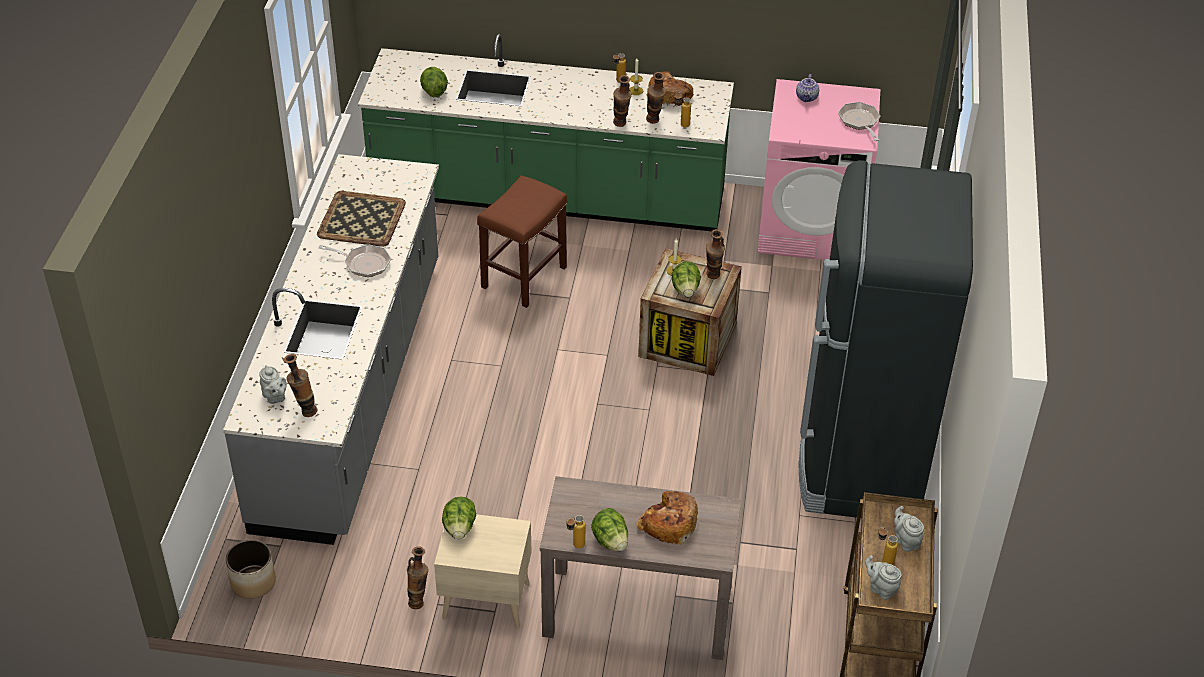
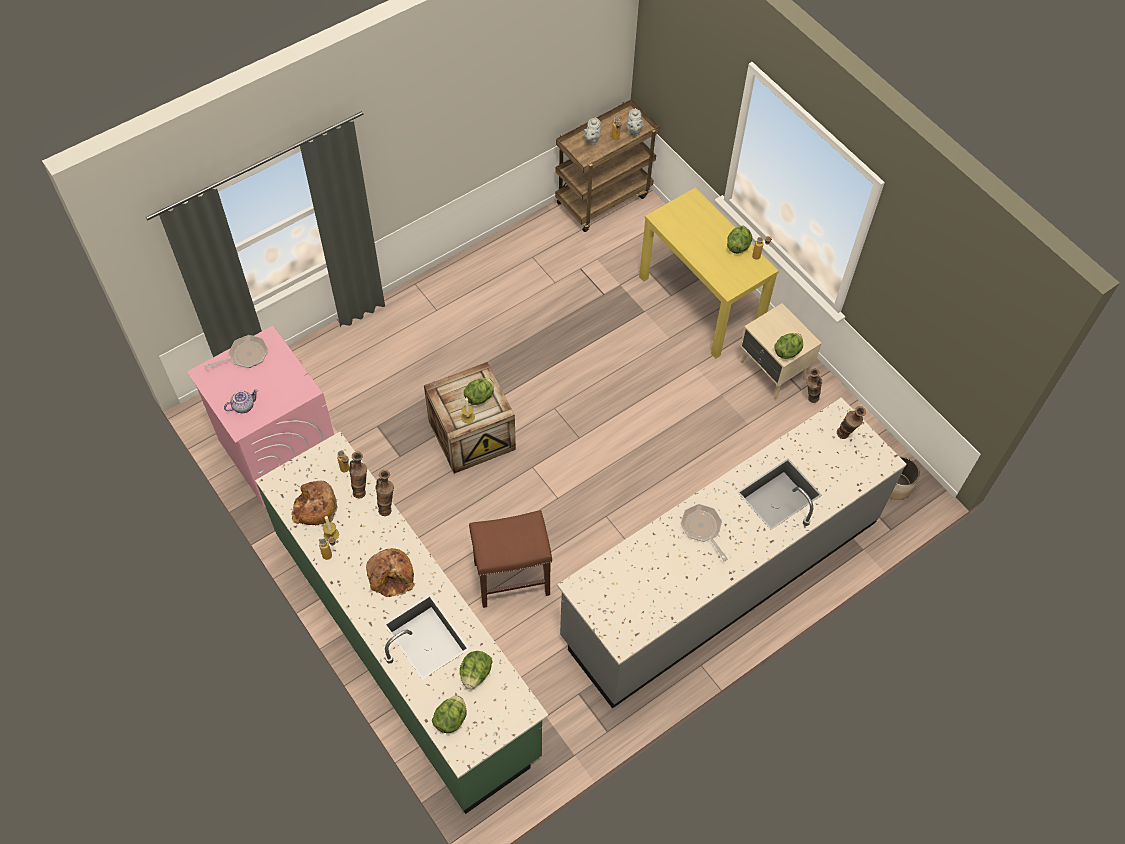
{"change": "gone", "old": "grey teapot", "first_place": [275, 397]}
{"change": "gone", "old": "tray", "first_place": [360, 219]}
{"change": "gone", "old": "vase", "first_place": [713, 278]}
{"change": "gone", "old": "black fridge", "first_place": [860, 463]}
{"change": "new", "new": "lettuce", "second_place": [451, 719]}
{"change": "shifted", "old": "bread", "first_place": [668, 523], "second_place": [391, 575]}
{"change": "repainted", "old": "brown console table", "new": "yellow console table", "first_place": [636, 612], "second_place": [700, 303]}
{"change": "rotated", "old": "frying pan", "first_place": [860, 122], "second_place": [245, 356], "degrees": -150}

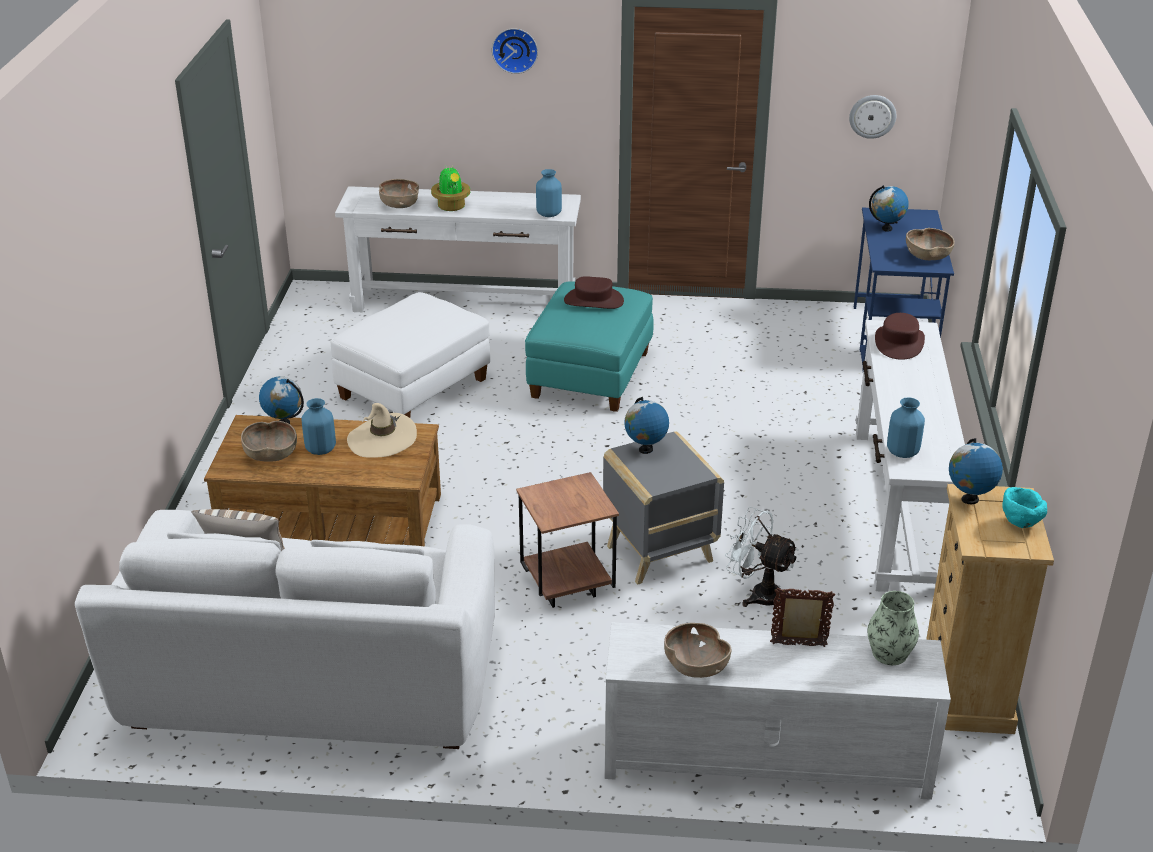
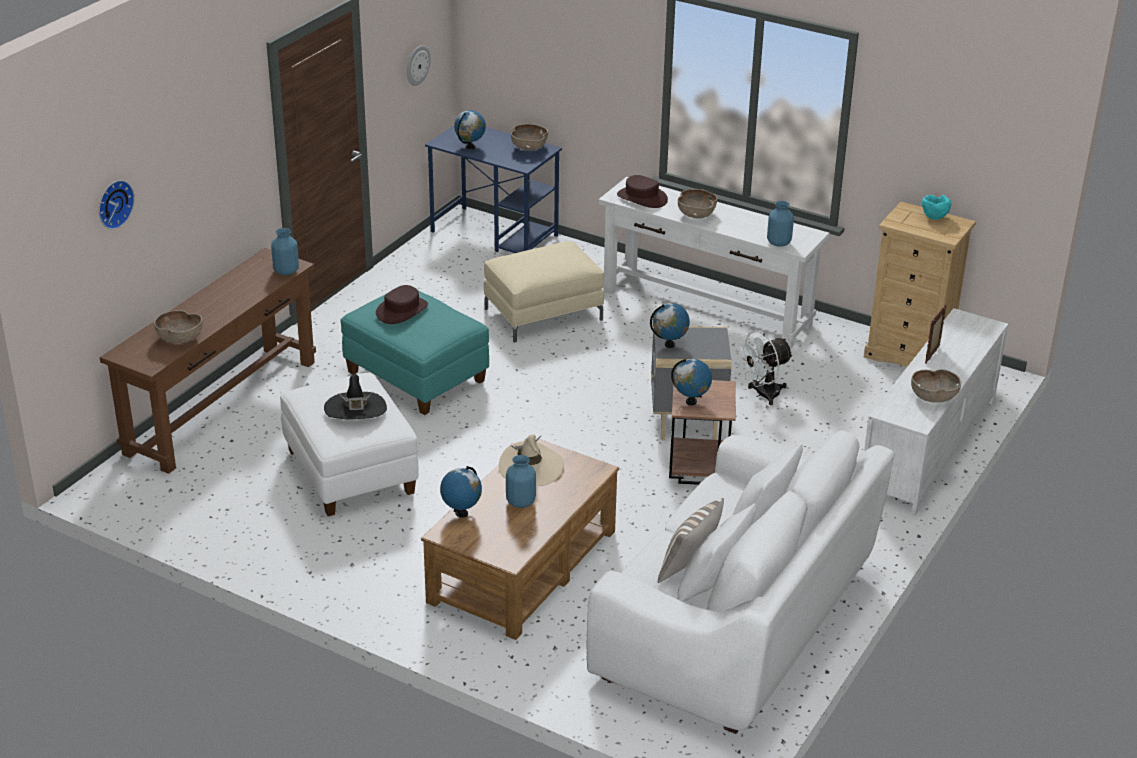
{"change": "gone", "old": "potted plant", "first_place": [451, 207]}
{"change": "gone", "old": "vase", "first_place": [889, 653]}
{"change": "new", "new": "black hat", "second_place": [355, 409]}
{"change": "new", "new": "beige ottoman", "second_place": [543, 314]}
{"change": "shifted", "old": "brown bowl", "first_place": [271, 455], "second_place": [696, 215]}
{"change": "shifted", "old": "wall clock", "first_place": [515, 49], "second_place": [113, 203]}
{"change": "shifted", "old": "globe", "first_place": [969, 500], "second_place": [691, 401]}
{"change": "repainted", "old": "white console table", "new": "brown console table", "first_place": [464, 303], "second_place": [222, 407]}

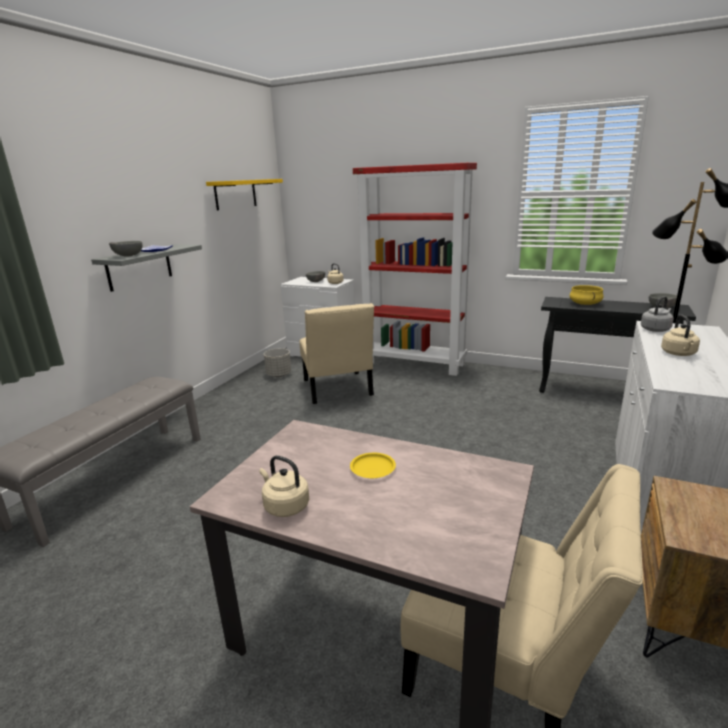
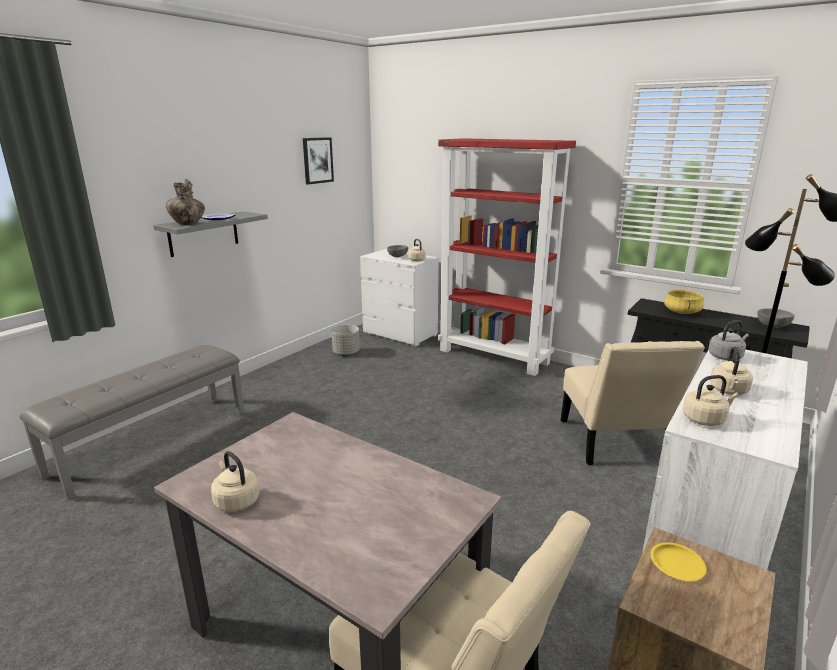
{"change": "new", "new": "beige kettle", "second_place": [705, 419]}
{"change": "shifted", "old": "beige chair", "first_place": [337, 389], "second_place": [614, 444]}
{"change": "shifted", "old": "yellow plate", "first_place": [372, 468], "second_place": [677, 564]}
{"change": "swapped", "old": "grey bowl", "new": "vase", "first_place": [128, 256], "second_place": [187, 224]}
{"change": "swapped", "old": "yellow shelf", "new": "picture", "first_place": [235, 194], "second_place": [317, 160]}

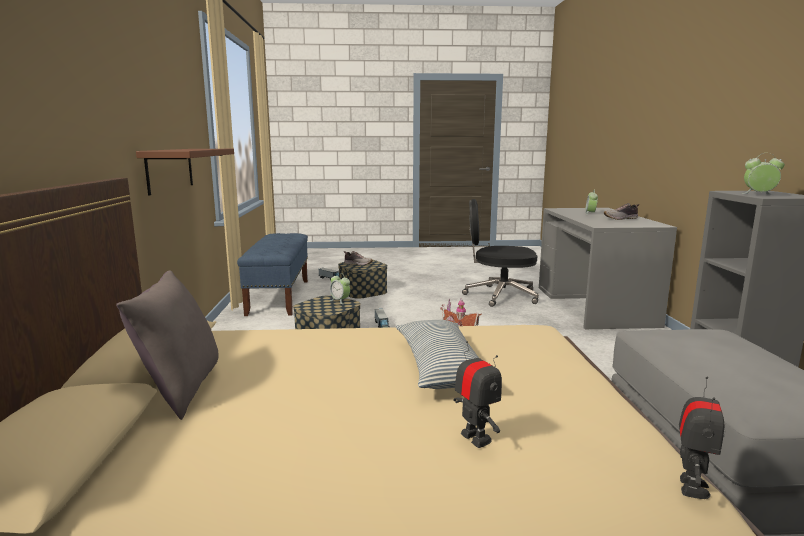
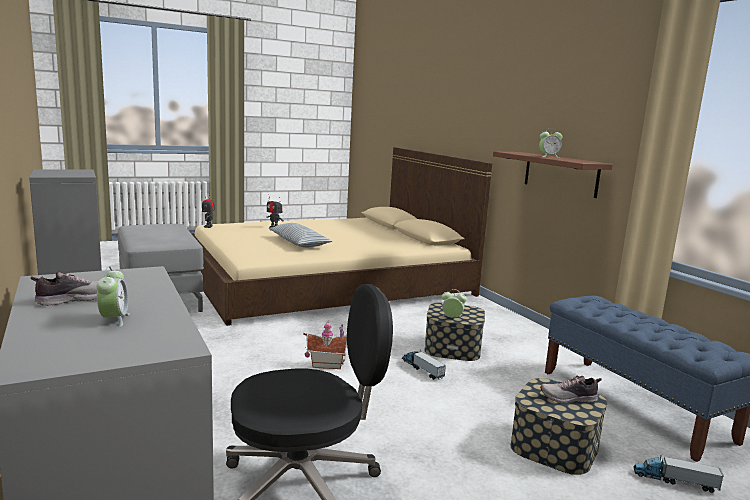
{"change": "gone", "old": "grey pillow", "first_place": [180, 391]}
{"change": "shifted", "old": "alarm clock", "first_place": [759, 194], "second_place": [548, 157]}

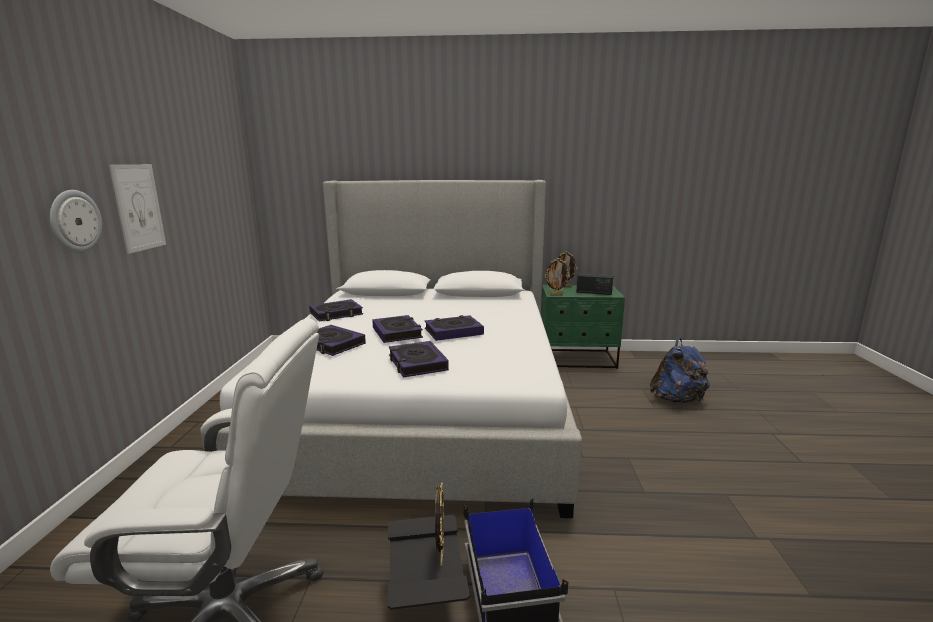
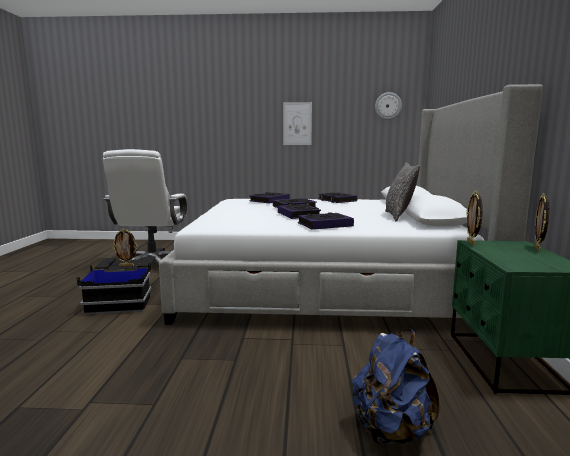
{"change": "gone", "old": "radio", "first_place": [594, 293]}
{"change": "new", "new": "pillow", "second_place": [399, 216]}
{"change": "shifted", "old": "wall clock", "first_place": [75, 221], "second_place": [388, 106]}
{"change": "shifted", "old": "book", "first_place": [417, 363], "second_place": [325, 225]}

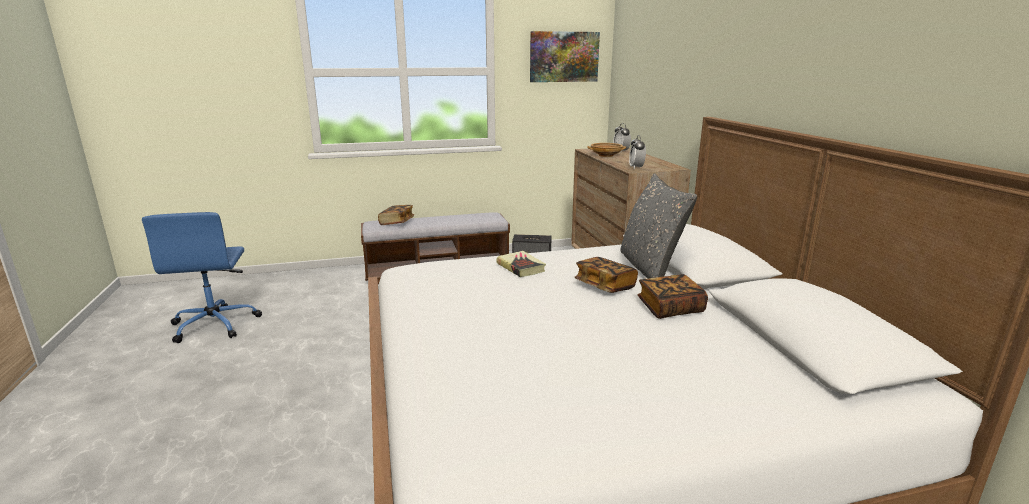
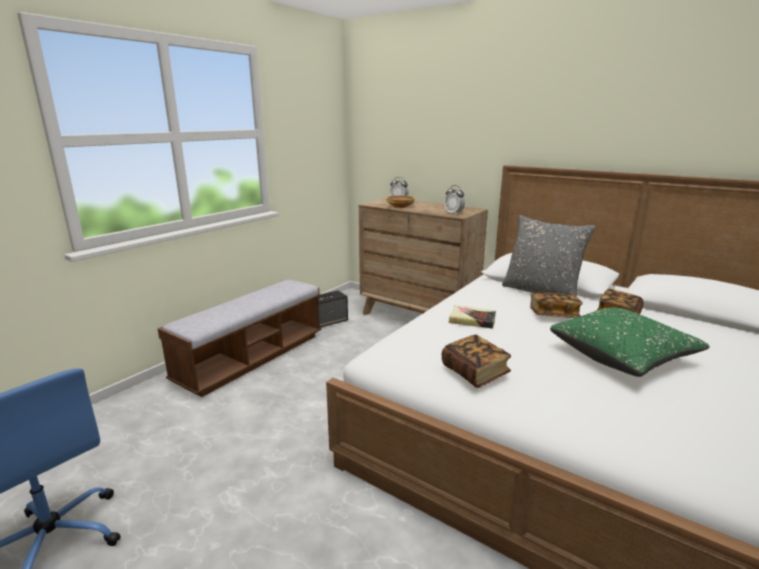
{"change": "gone", "old": "picture", "first_place": [564, 57]}
{"change": "new", "new": "green pillow", "second_place": [622, 356]}
{"change": "shifted", "old": "book", "first_place": [397, 222], "second_place": [475, 372]}

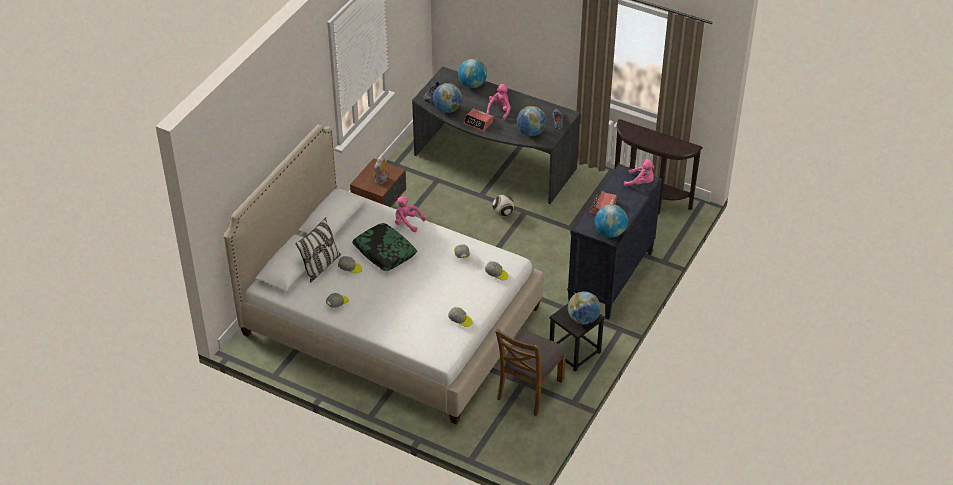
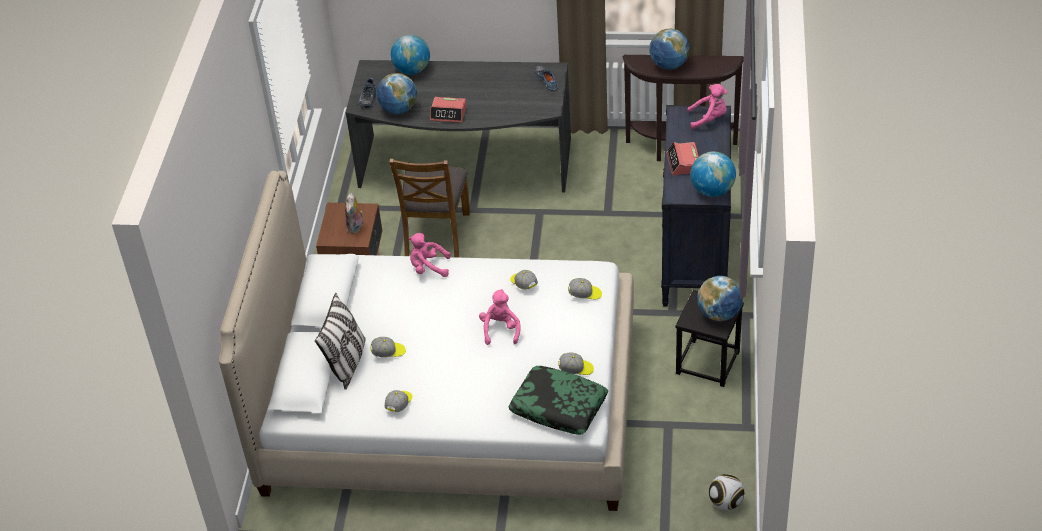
{"change": "shifted", "old": "pillow", "first_place": [384, 252], "second_place": [558, 407]}
{"change": "shifted", "old": "pink plush toy", "first_place": [499, 110], "second_place": [500, 330]}
{"change": "shifted", "old": "football", "first_place": [503, 213], "second_place": [725, 503]}
{"change": "shifted", "old": "brown chair", "first_place": [529, 389], "second_place": [436, 233]}
{"change": "shifted", "old": "globe", "first_place": [531, 132], "second_place": [669, 65]}

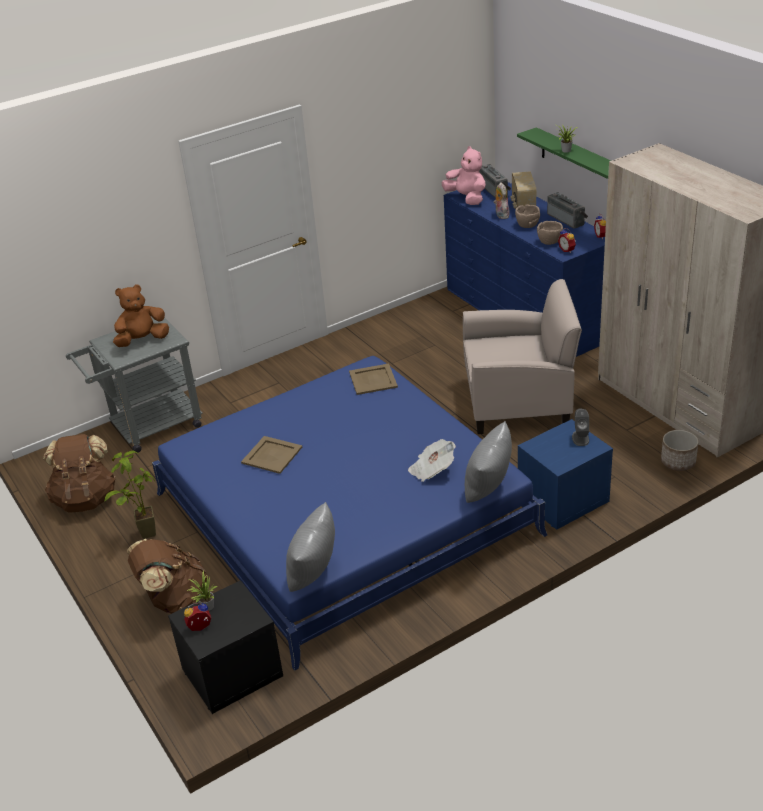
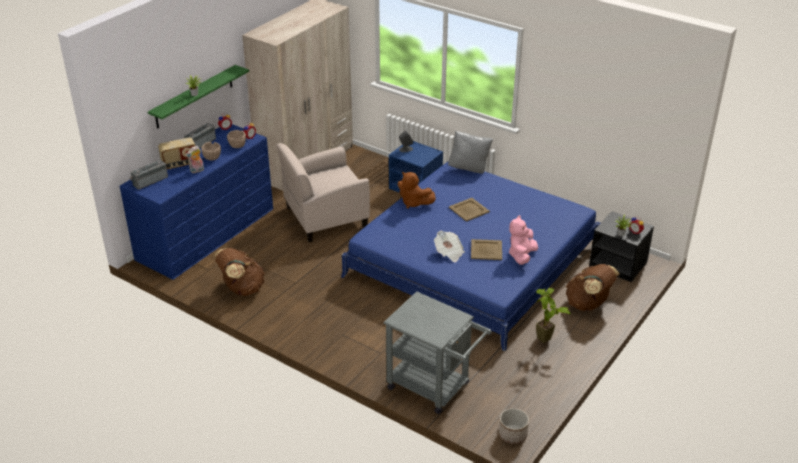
{"change": "gone", "old": "grey pillow", "first_place": [315, 577]}
{"change": "shifted", "old": "brown backpack", "first_place": [85, 499], "second_place": [241, 289]}
{"change": "shifted", "old": "brown plush toy", "first_place": [142, 340], "second_place": [413, 203]}
{"change": "shifted", "old": "beige tray", "first_place": [373, 379], "second_place": [469, 209]}
{"change": "shifted", "old": "newspaper", "first_place": [432, 470], "second_place": [449, 253]}
{"change": "shifted", "old": "pink plush toy", "first_place": [467, 198], "second_place": [522, 256]}
{"change": "shifted", "old": "planter", "first_place": [678, 461], "second_place": [512, 435]}
{"change": "rotated", "old": "beige armchair", "first_place": [518, 402], "second_place": [325, 217], "degrees": -90}

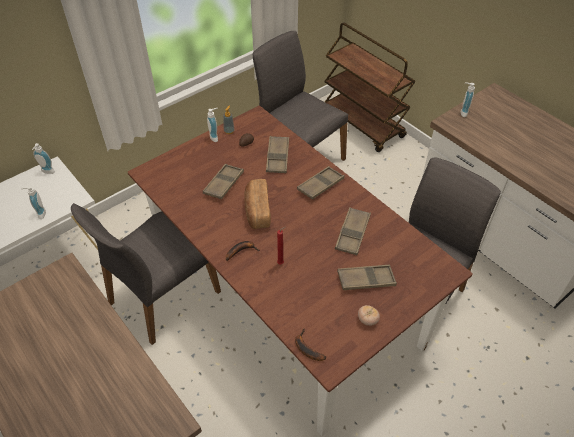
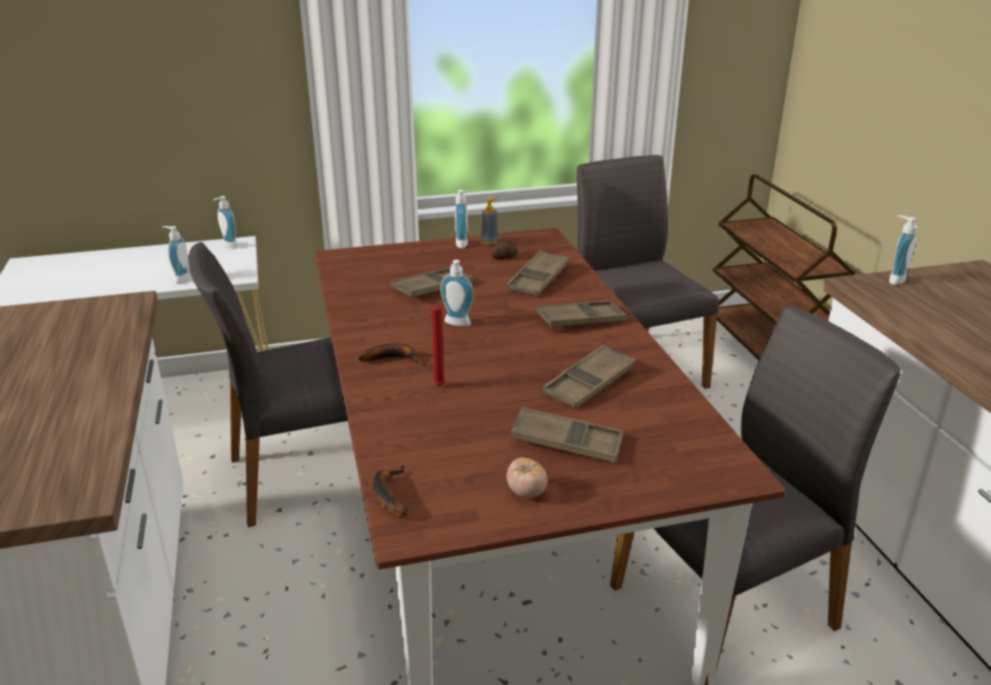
{"change": "swapped", "old": "bread", "new": "soap dispenser", "first_place": [257, 211], "second_place": [456, 324]}

